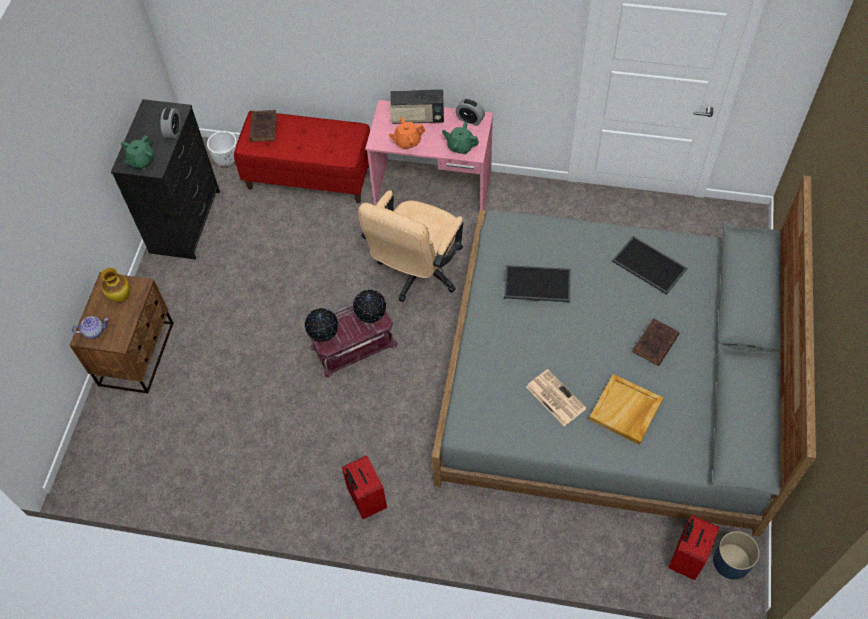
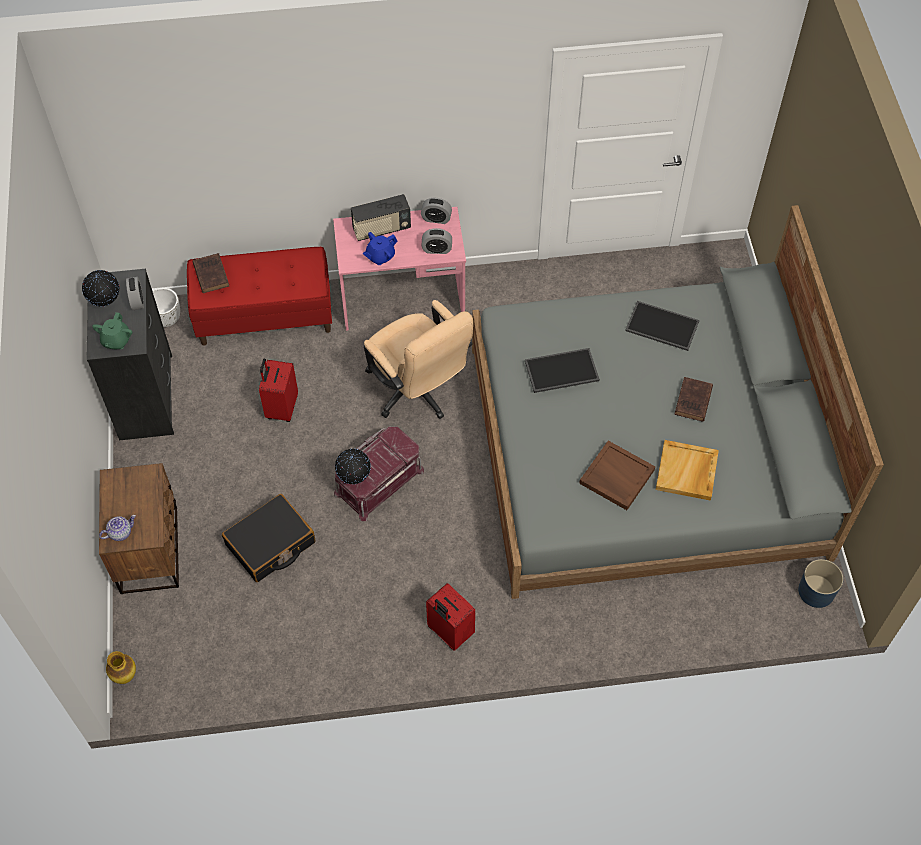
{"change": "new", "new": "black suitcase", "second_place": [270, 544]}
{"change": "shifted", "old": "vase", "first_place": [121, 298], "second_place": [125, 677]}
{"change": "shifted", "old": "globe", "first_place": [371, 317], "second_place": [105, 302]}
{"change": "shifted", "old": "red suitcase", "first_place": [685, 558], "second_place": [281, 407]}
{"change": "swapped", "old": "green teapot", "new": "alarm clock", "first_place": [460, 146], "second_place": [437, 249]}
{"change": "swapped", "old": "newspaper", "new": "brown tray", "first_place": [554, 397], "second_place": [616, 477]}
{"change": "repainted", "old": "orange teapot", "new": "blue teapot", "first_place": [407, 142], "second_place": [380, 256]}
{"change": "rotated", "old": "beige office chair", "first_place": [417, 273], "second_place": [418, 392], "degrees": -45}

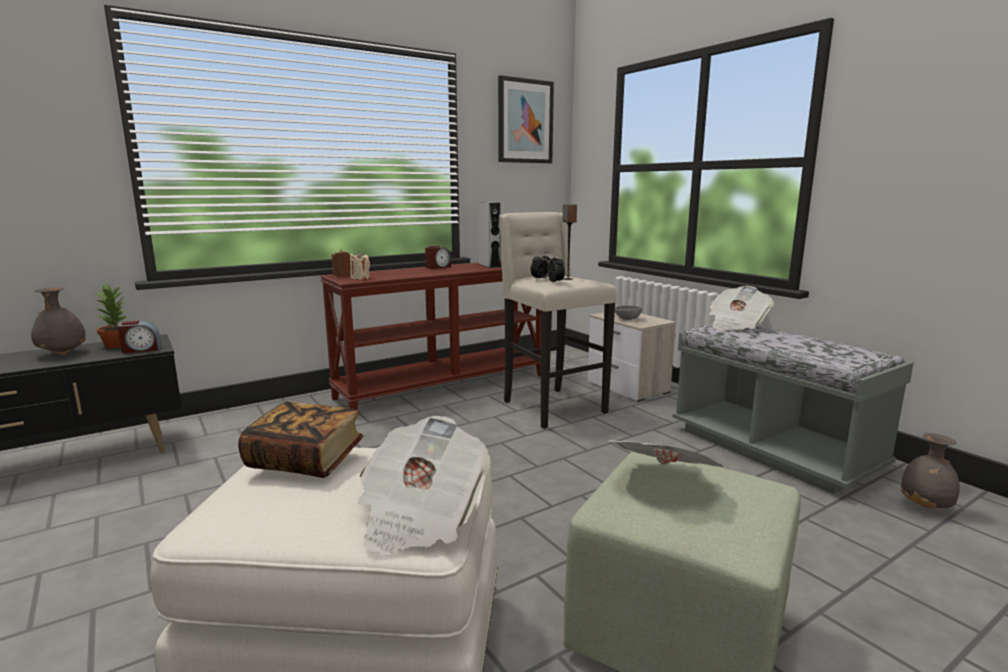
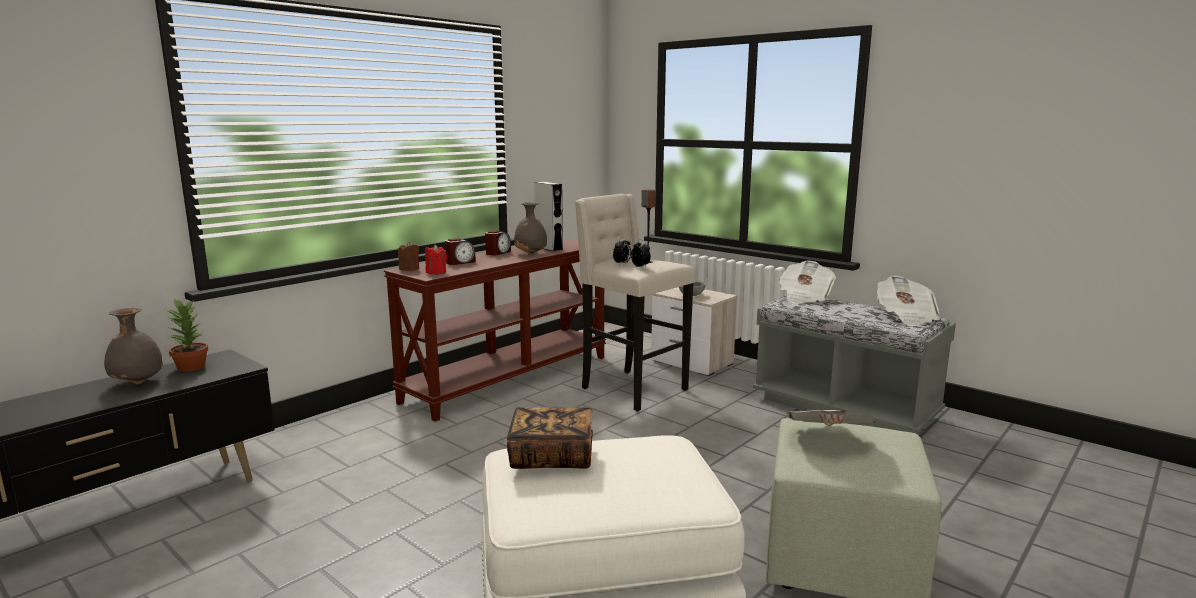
{"change": "gone", "old": "picture", "first_place": [525, 121]}
{"change": "shifted", "old": "alarm clock", "first_place": [141, 349], "second_place": [460, 262]}
{"change": "shifted", "old": "newspaper", "first_place": [420, 515], "second_place": [905, 317]}
{"change": "shifted", "old": "grey vase", "first_place": [926, 507], "second_place": [531, 254]}
{"change": "repainted", "old": "beige candle", "new": "red candle", "first_place": [360, 278], "second_place": [436, 272]}

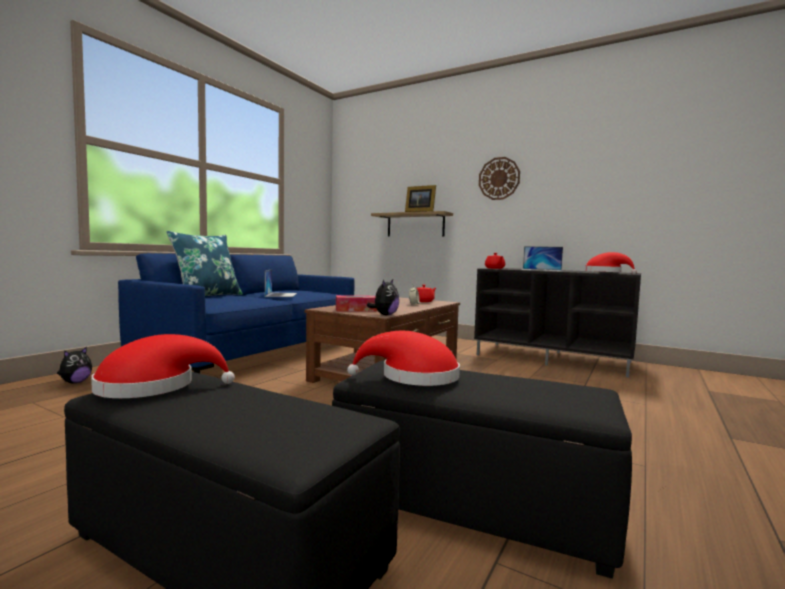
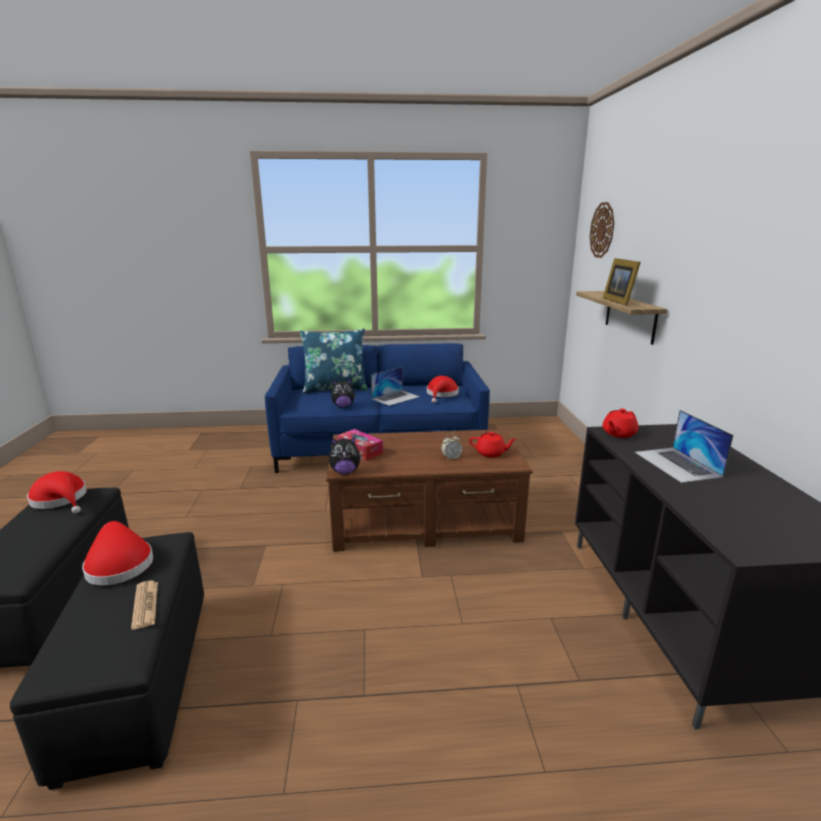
{"change": "new", "new": "newspaper", "second_place": [145, 605]}
{"change": "shifted", "old": "plush toy", "first_place": [75, 382], "second_place": [343, 406]}
{"change": "shifted", "old": "wall clock", "first_place": [499, 178], "second_place": [602, 230]}
{"change": "shifted", "old": "red hat", "first_place": [606, 272], "second_place": [441, 394]}

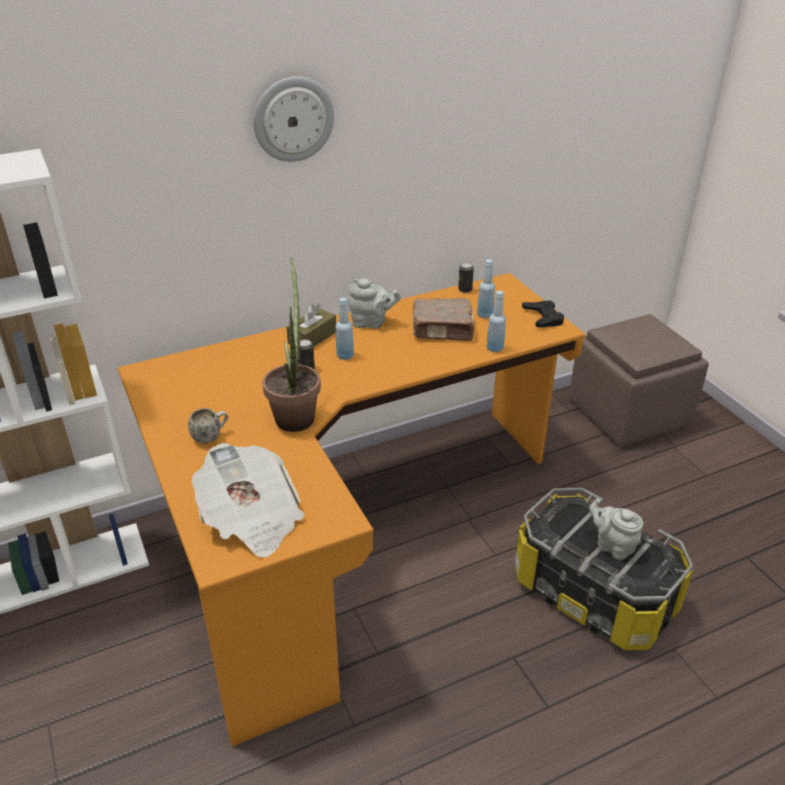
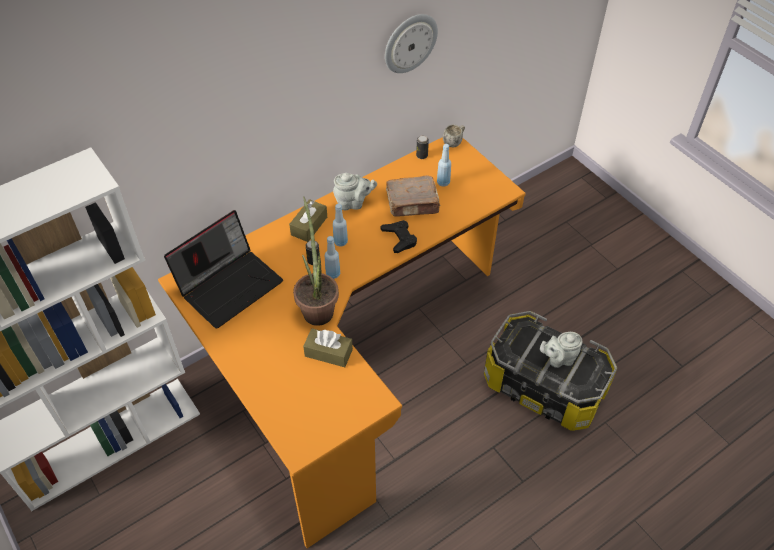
{"change": "gone", "old": "newspaper", "first_place": [251, 519]}
{"change": "gone", "old": "brown ottoman", "first_place": [627, 413]}
{"change": "new", "new": "laptop", "second_place": [230, 285]}
{"change": "new", "new": "brown tissue box", "second_place": [328, 353]}
{"change": "shifted", "old": "white mug", "first_place": [211, 436], "second_place": [454, 142]}
{"change": "shifted", "old": "wall clock", "first_place": [293, 119], "second_place": [410, 43]}
{"change": "shifted", "old": "blue bottle", "first_place": [494, 348], "second_place": [333, 274]}
{"change": "shifted", "old": "black game controller", "first_place": [543, 317], "second_place": [399, 238]}
{"change": "rotated", "old": "grey teapot", "first_place": [612, 546], "second_place": [558, 359], "degrees": -45}

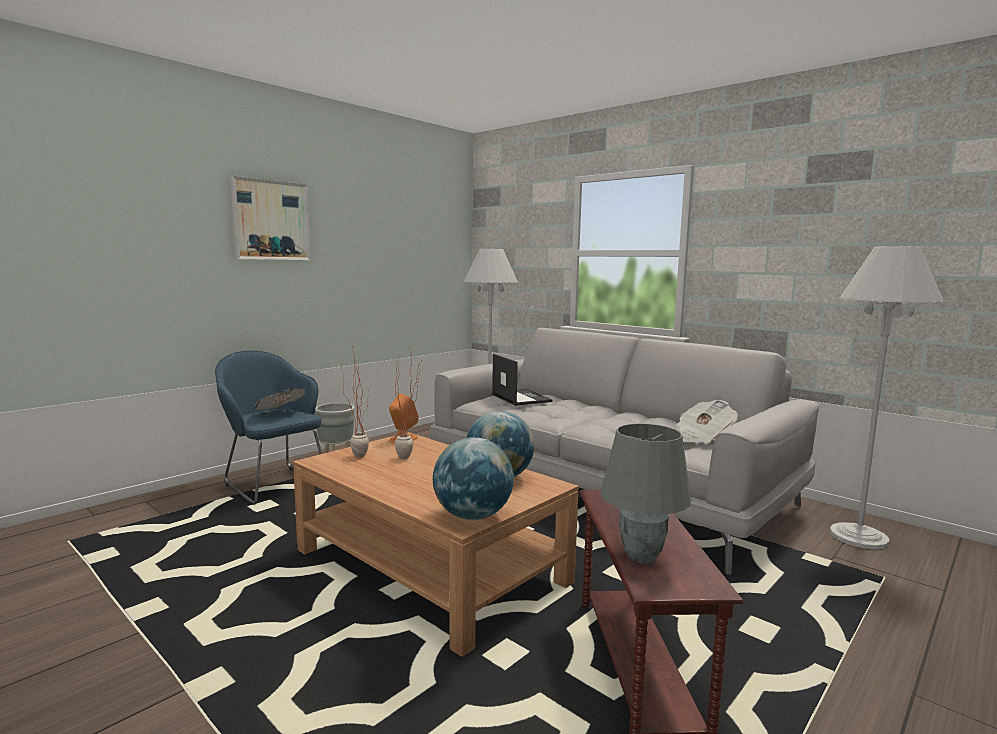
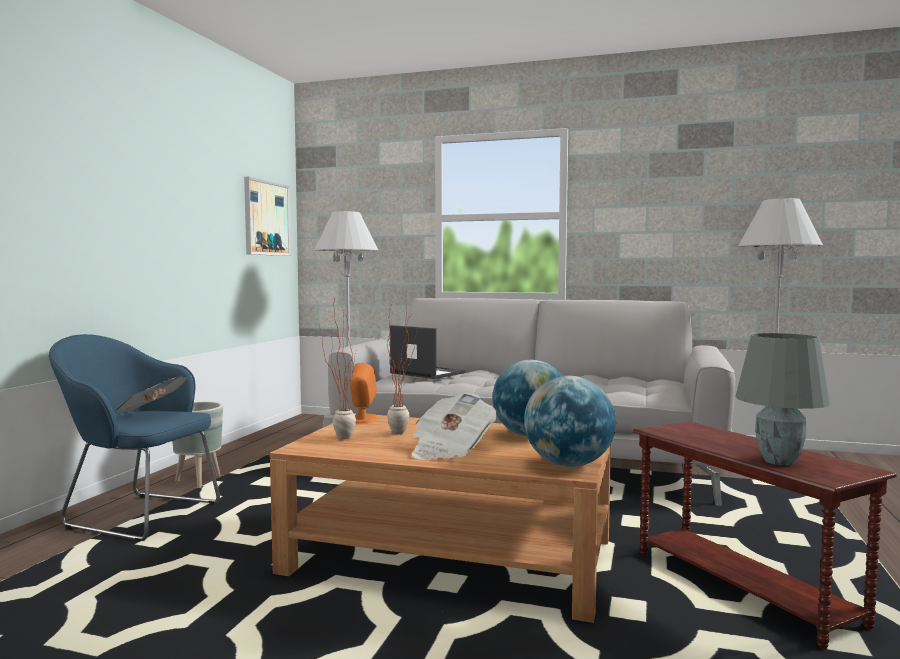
{"change": "shifted", "old": "picture", "first_place": [271, 220], "second_place": [266, 218]}
{"change": "shifted", "old": "newspaper", "first_place": [701, 438], "second_place": [450, 450]}

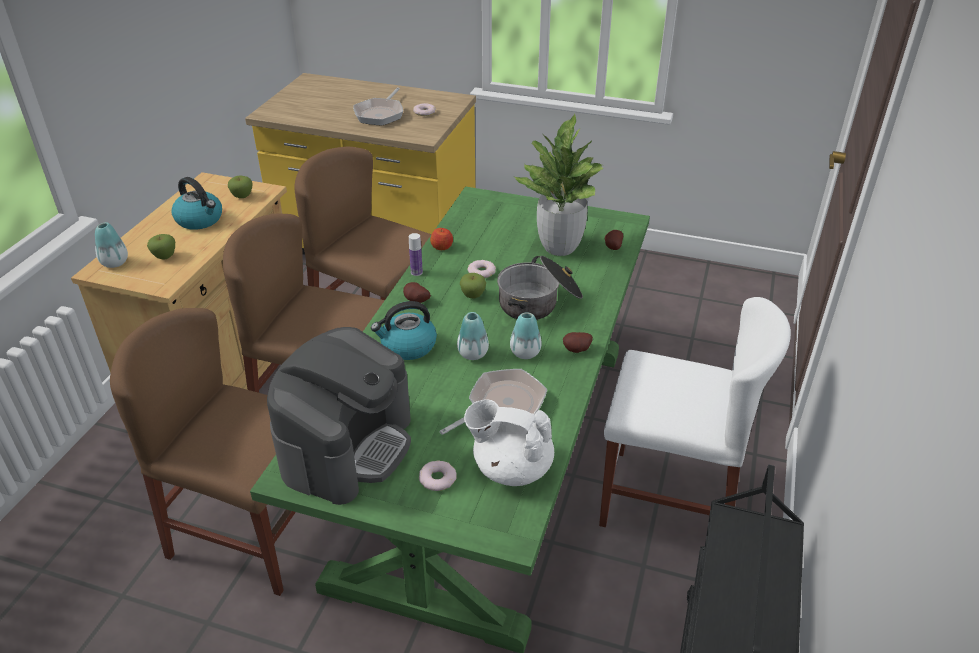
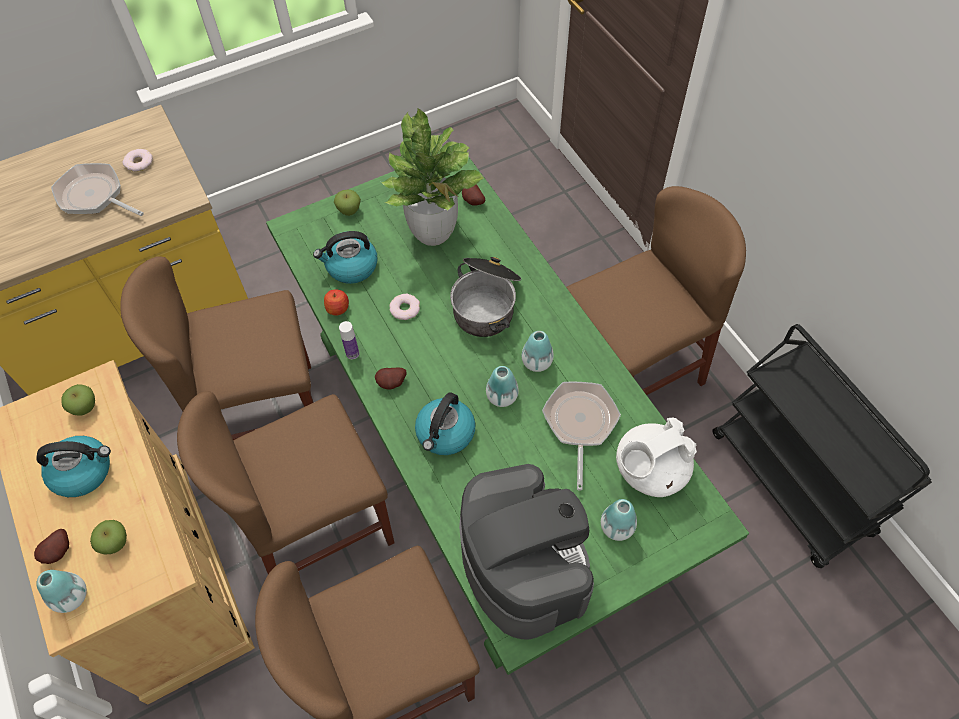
{"change": "new", "new": "kettle", "second_place": [351, 267]}
{"change": "shifted", "old": "apple", "first_place": [473, 295], "second_place": [349, 211]}
{"change": "shifted", "old": "potato", "first_place": [577, 350], "second_place": [60, 552]}
{"change": "swapped", "old": "donut", "new": "vase", "first_place": [437, 478], "second_place": [616, 527]}
{"change": "repainted", "old": "white chair", "new": "brown chair", "first_place": [669, 500], "second_place": [631, 372]}
{"change": "rotated", "old": "frying pan", "first_place": [380, 114], "second_place": [94, 196], "degrees": 150}

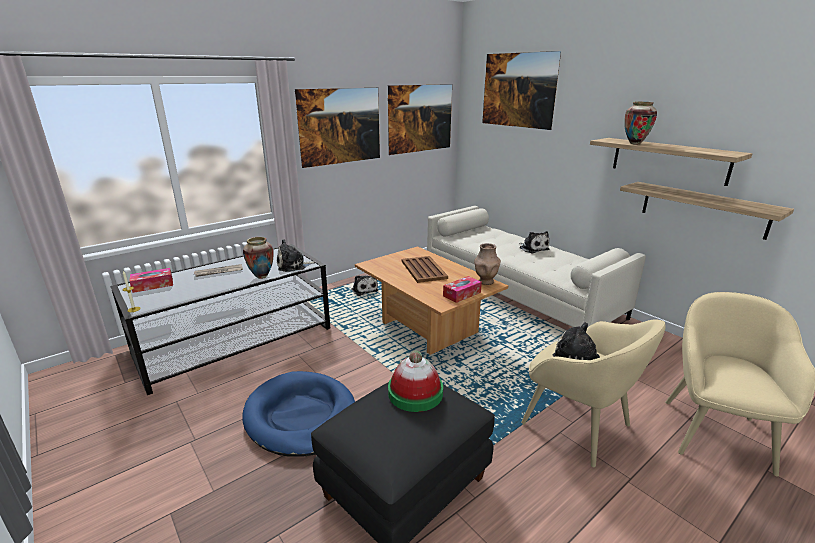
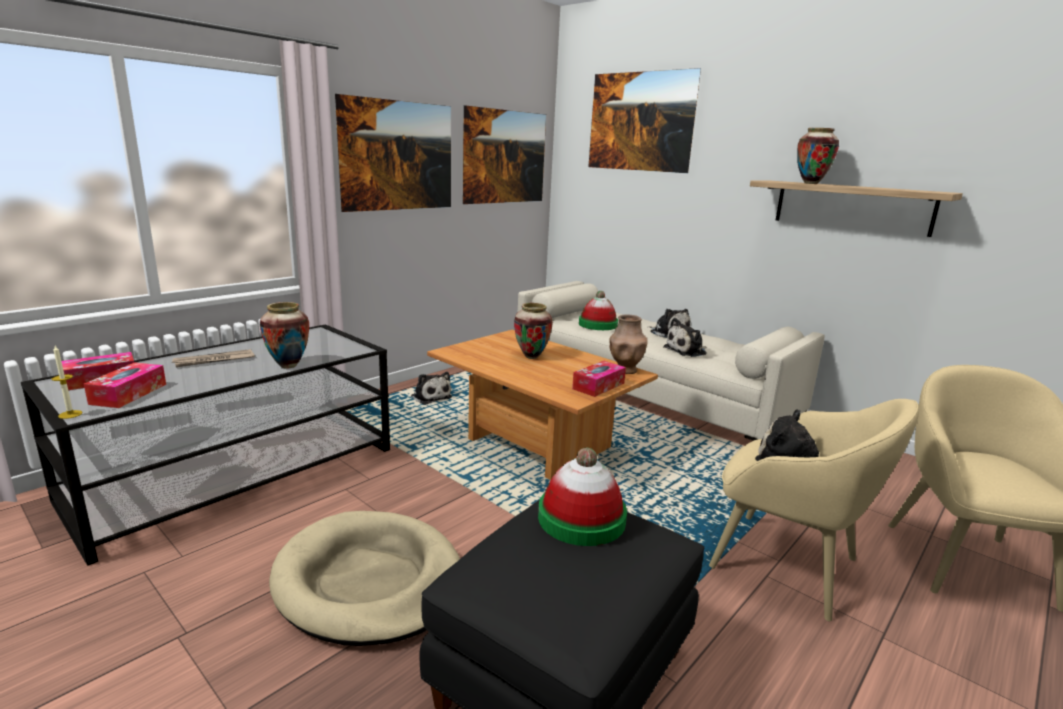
{"change": "gone", "old": "shelf", "first_place": [703, 209]}
{"change": "new", "new": "tissue box", "second_place": [128, 394]}
{"change": "new", "new": "hat", "second_place": [598, 324]}
{"change": "shifted", "old": "plush toy", "first_place": [293, 266], "second_place": [687, 351]}
{"change": "swapped", "old": "brown tray", "new": "vase", "first_place": [423, 269], "second_place": [531, 357]}
{"change": "repainted", "old": "blue dog bed", "new": "beige dog bed", "first_place": [301, 416], "second_place": [369, 581]}

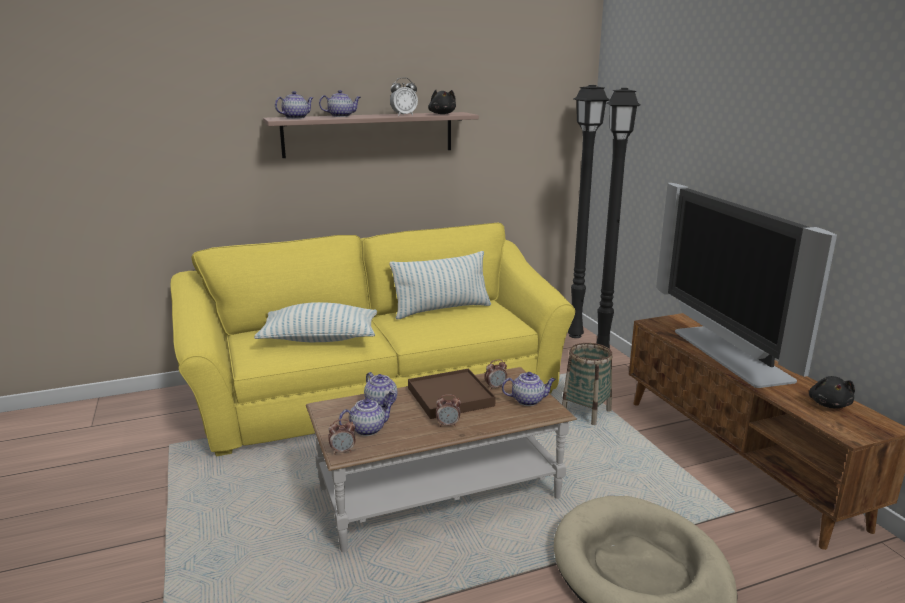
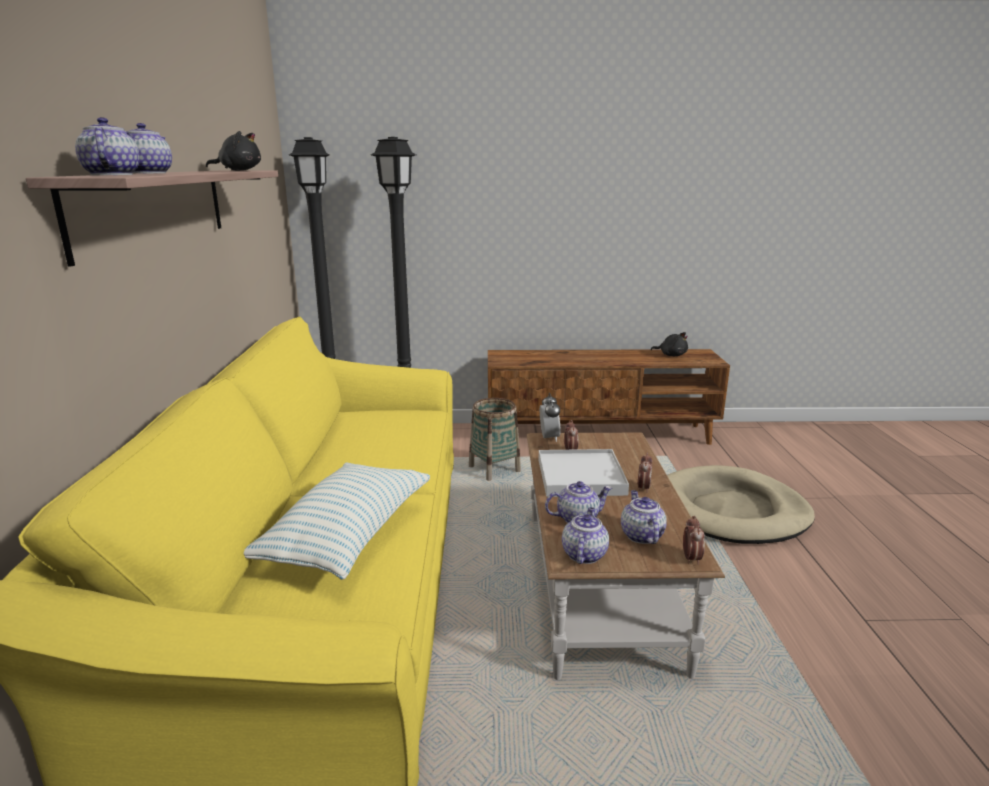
{"change": "gone", "old": "pillow", "first_place": [442, 310]}
{"change": "gone", "old": "television", "first_place": [727, 355]}
{"change": "shifted", "old": "alarm clock", "first_place": [404, 115], "second_place": [549, 438]}
{"change": "shifted", "old": "teapot", "first_place": [528, 400], "second_place": [584, 554]}
{"change": "repainted", "old": "brown tray", "new": "white tray", "first_place": [450, 397], "second_place": [580, 477]}

